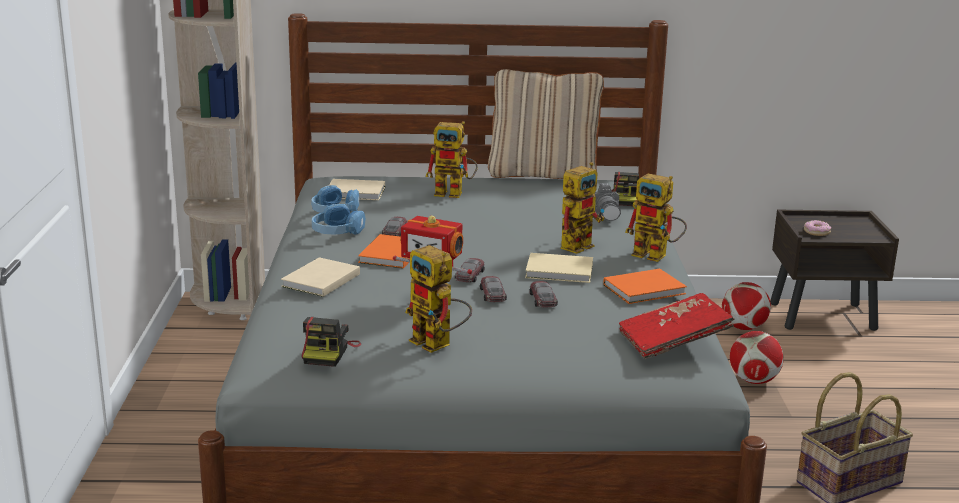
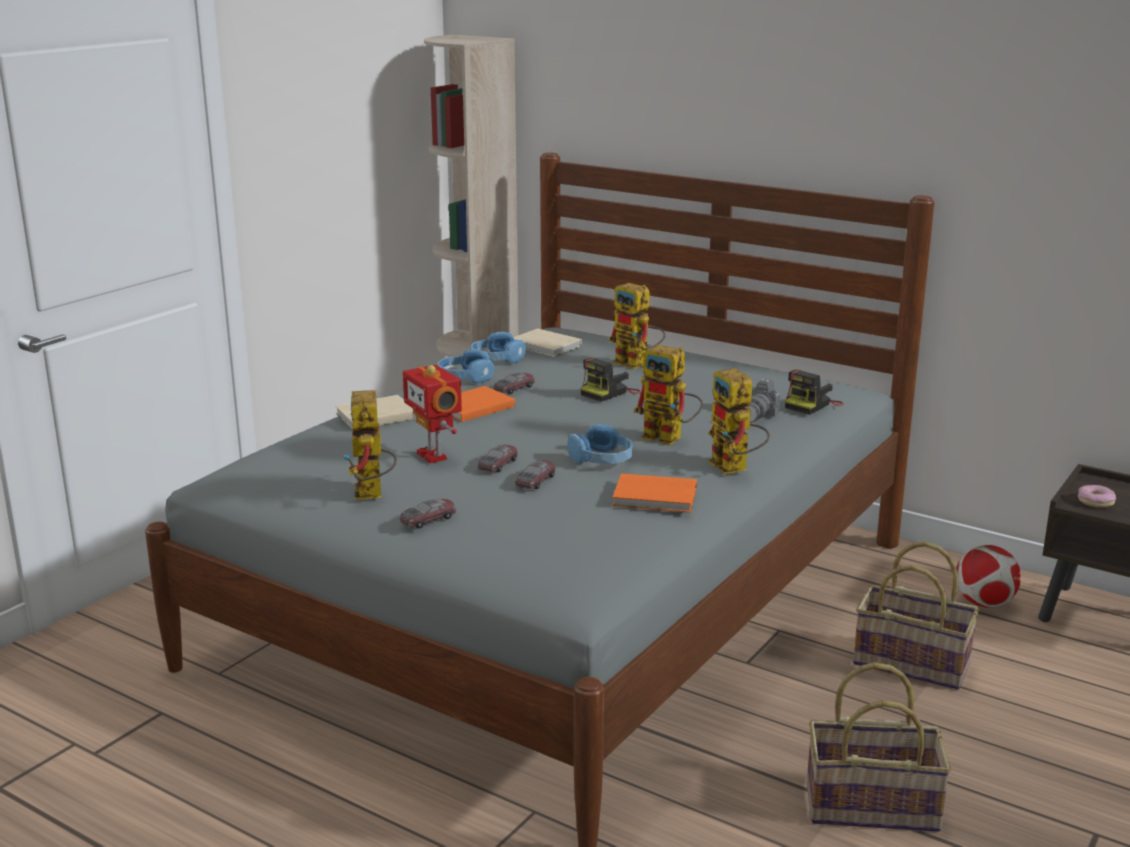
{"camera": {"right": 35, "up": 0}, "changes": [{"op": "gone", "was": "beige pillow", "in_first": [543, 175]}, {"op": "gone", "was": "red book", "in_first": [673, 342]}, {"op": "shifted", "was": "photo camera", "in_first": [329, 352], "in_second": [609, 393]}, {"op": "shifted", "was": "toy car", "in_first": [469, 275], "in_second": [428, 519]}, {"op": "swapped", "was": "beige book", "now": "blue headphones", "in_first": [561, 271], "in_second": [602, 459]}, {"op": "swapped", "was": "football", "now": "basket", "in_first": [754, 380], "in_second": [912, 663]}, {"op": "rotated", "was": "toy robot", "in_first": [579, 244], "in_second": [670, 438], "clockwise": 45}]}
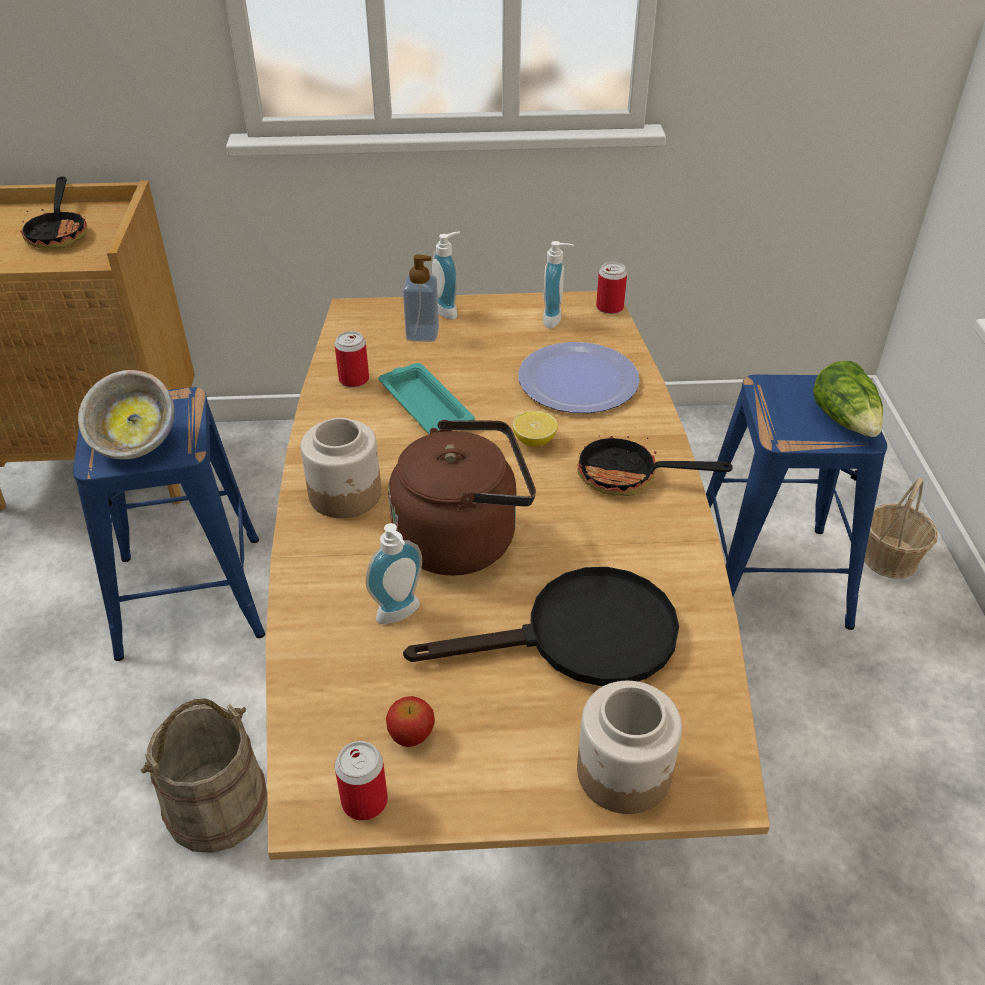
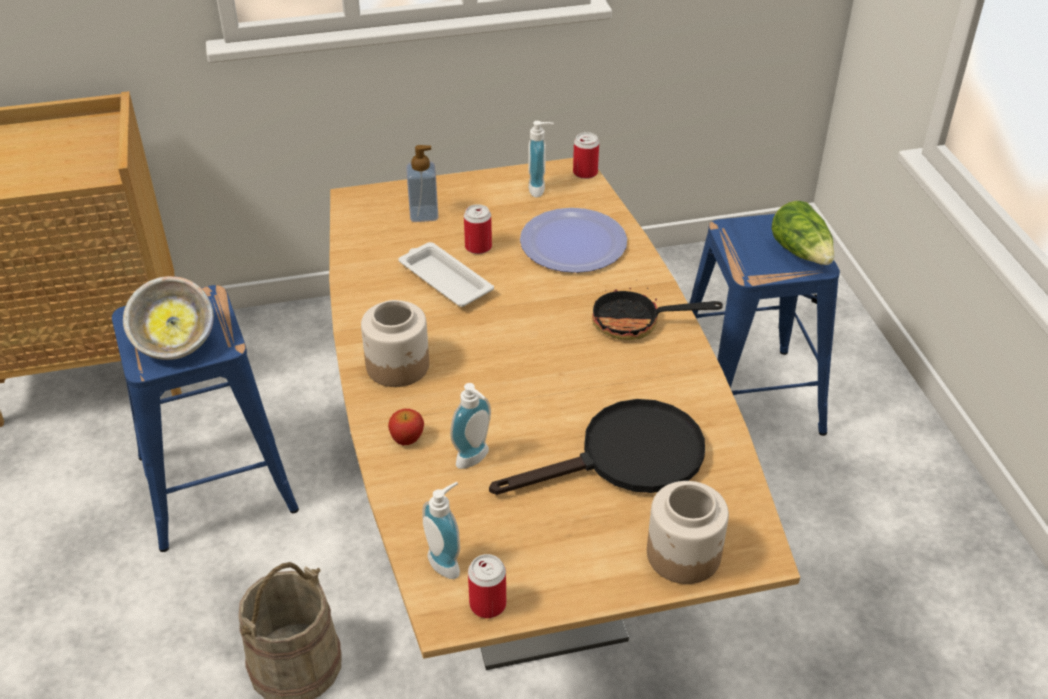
{"camera": {"right": -10, "up": 0}, "changes": [{"op": "gone", "was": "frying pan", "in_first": [59, 233]}, {"op": "gone", "was": "brown kettle", "in_first": [463, 538]}, {"op": "gone", "was": "lemon", "in_first": [534, 441]}, {"op": "gone", "was": "basket", "in_first": [890, 558]}, {"op": "shifted", "was": "can", "in_first": [354, 380], "in_second": [478, 247]}, {"op": "shifted", "was": "apple", "in_first": [411, 735], "in_second": [407, 438]}, {"op": "shifted", "was": "soap dispenser", "in_first": [449, 310], "in_second": [447, 562]}, {"op": "repainted", "was": "turquoise tray", "now": "white tray", "in_first": [424, 405], "in_second": [444, 279]}]}
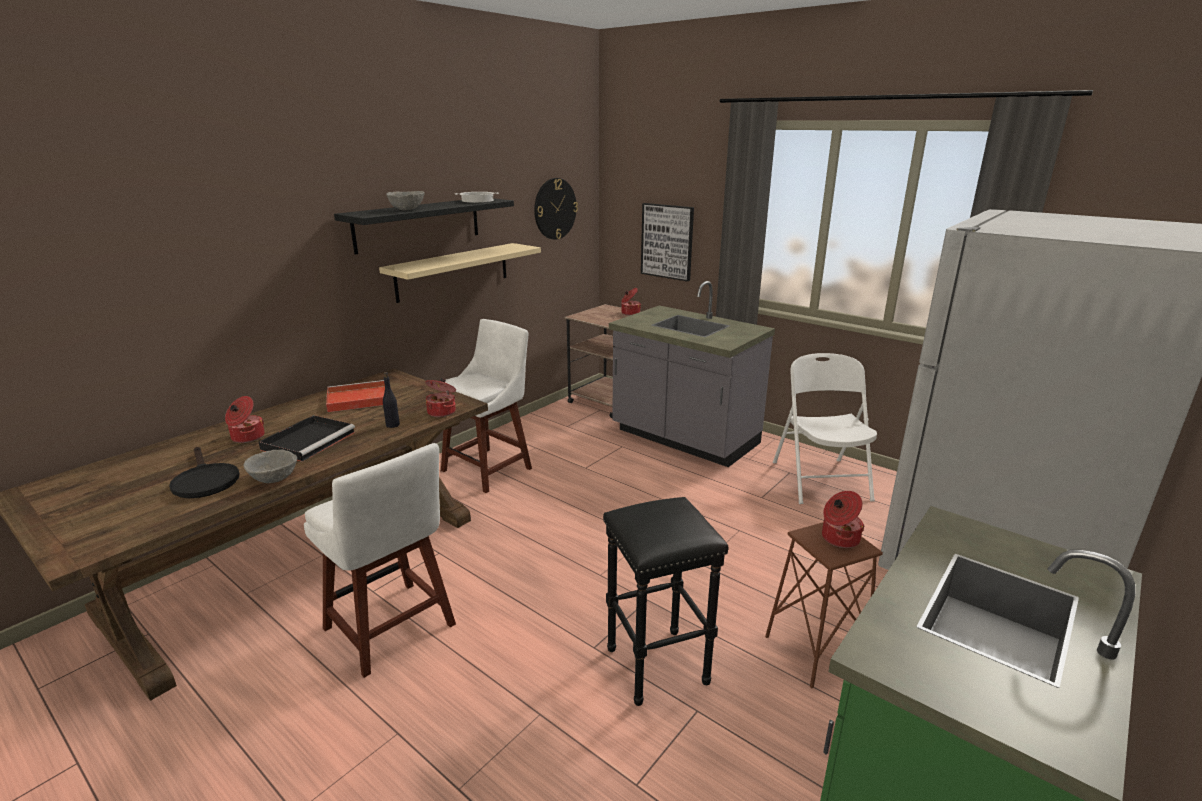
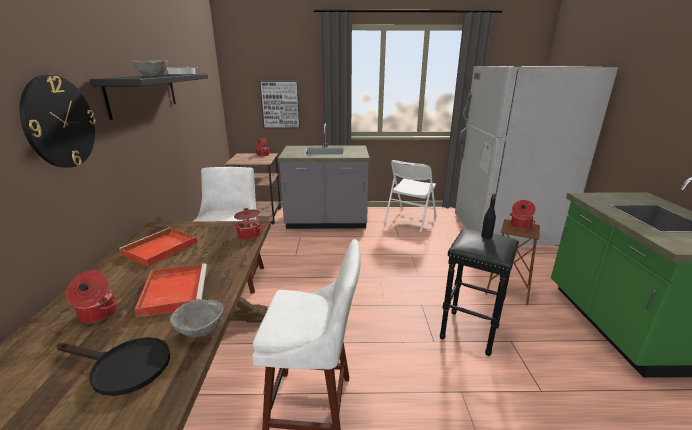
{"camera": {"right": -40, "up": 0}, "changes": [{"op": "gone", "was": "beige shelf", "in_first": [453, 271]}, {"op": "shifted", "was": "black bottle", "in_first": [392, 425], "in_second": [486, 236]}, {"op": "shifted", "was": "wall clock", "in_first": [555, 209], "in_second": [59, 122]}, {"op": "repainted", "was": "black tray", "now": "red tray", "in_first": [309, 440], "in_second": [174, 291]}, {"op": "rotated", "was": "white chair", "in_first": [821, 481], "in_second": [410, 220], "clockwise": -105}]}
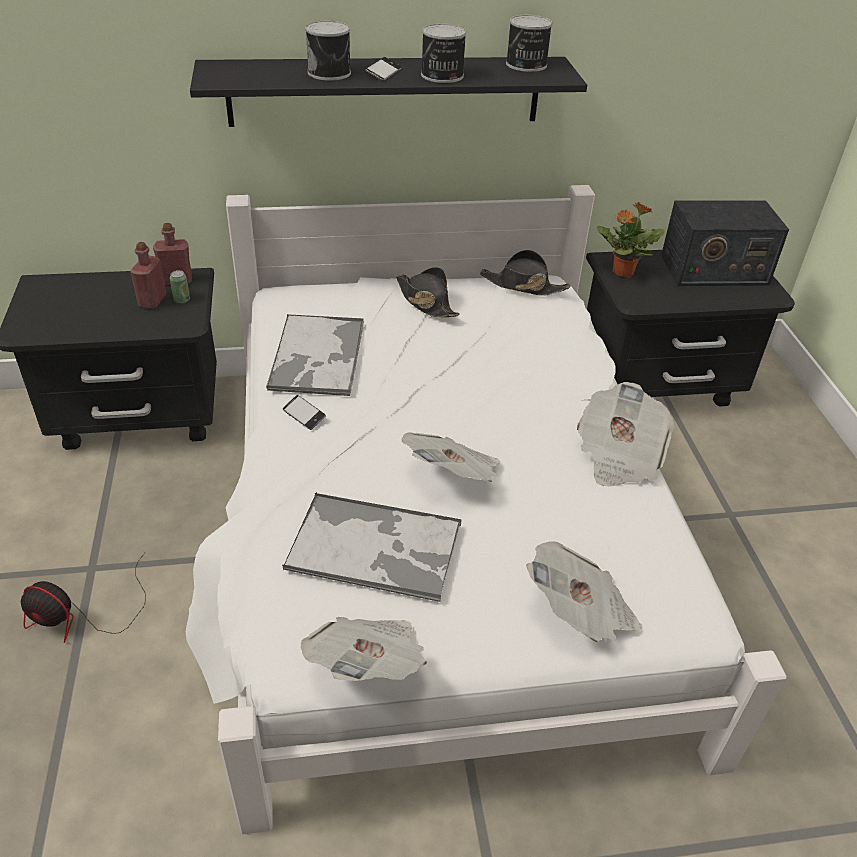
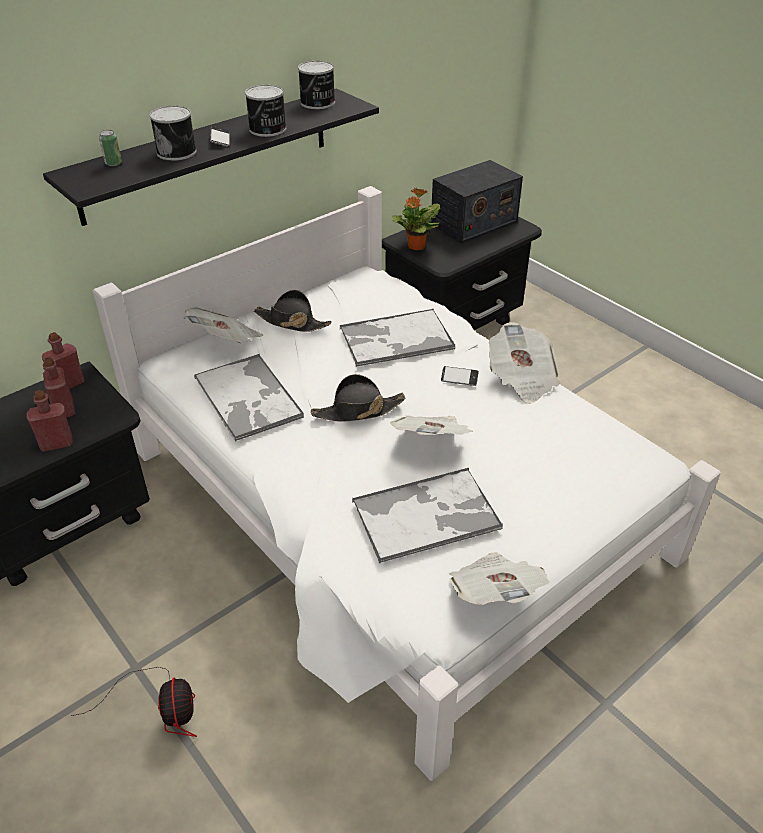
{"camera": {"right": -30, "up": 0}, "changes": [{"op": "new", "now": "red bottle", "in_second": [56, 444]}, {"op": "new", "now": "tray", "in_second": [395, 339]}, {"op": "shifted", "was": "can", "in_first": [182, 300], "in_second": [113, 163]}, {"op": "shifted", "was": "phone", "in_first": [304, 415], "in_second": [459, 378]}, {"op": "shifted", "was": "black hat", "in_first": [523, 285], "in_second": [358, 410]}, {"op": "shifted", "was": "newspaper", "in_first": [580, 613], "in_second": [226, 341]}, {"op": "rotated", "was": "fan", "in_first": [81, 616], "in_second": [163, 708], "clockwise": -90}]}
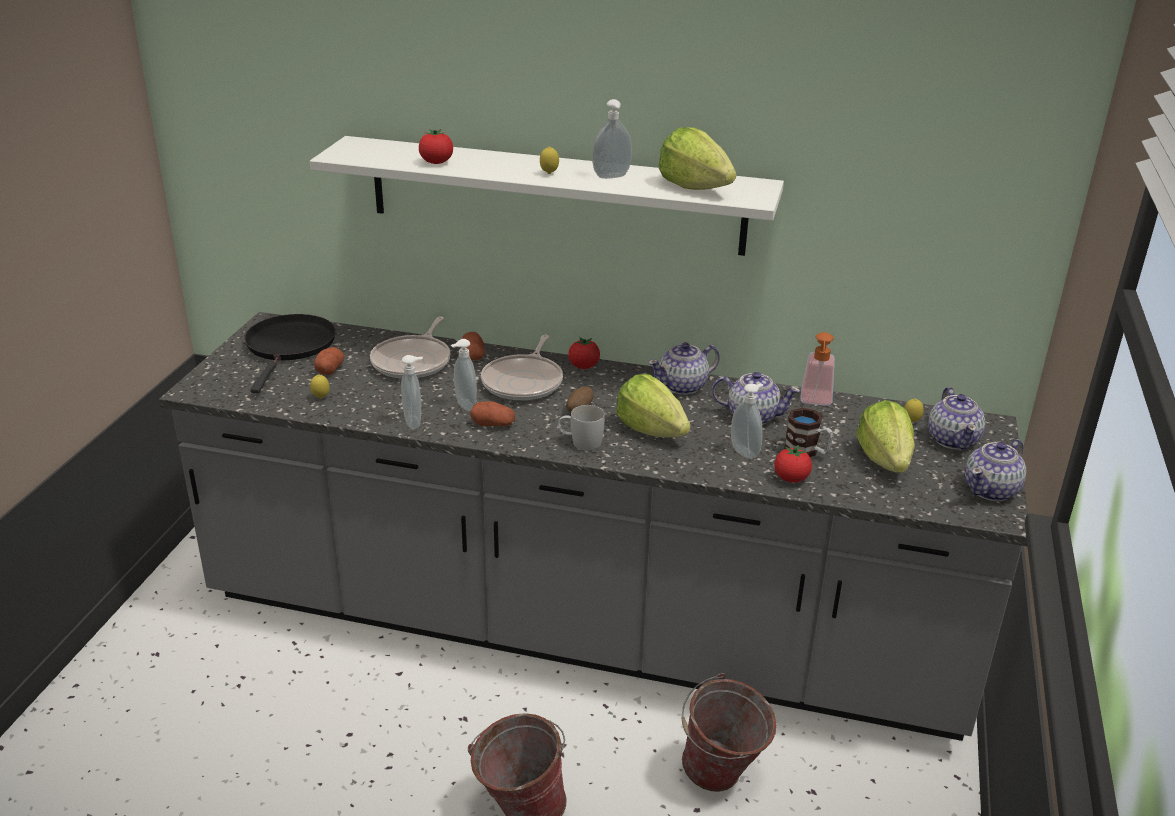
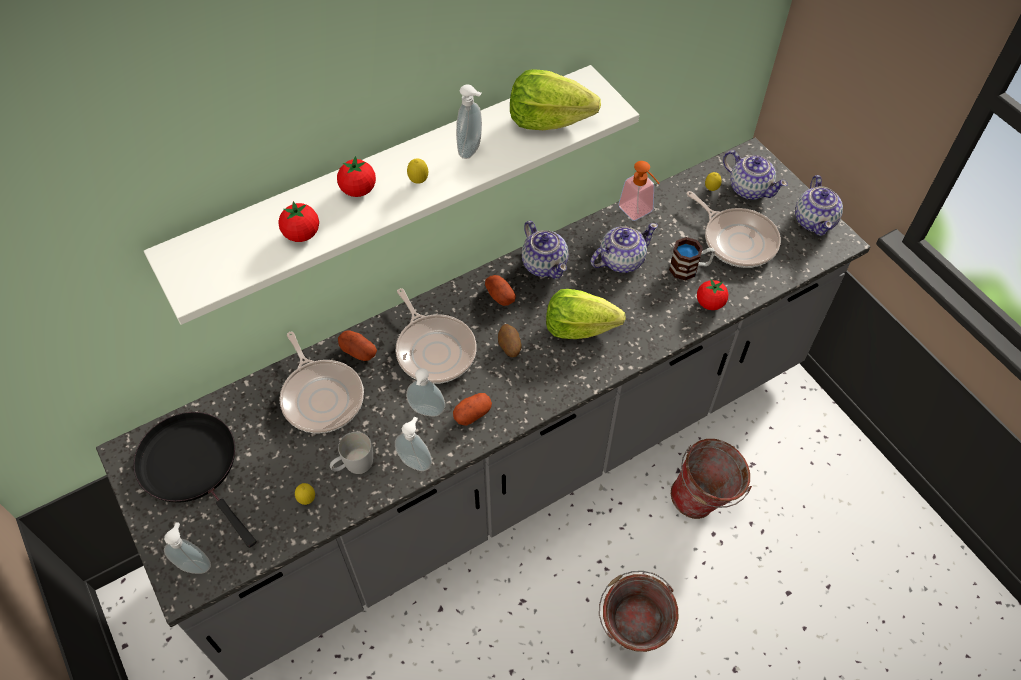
{"camera": {"right": -45, "up": 25}, "changes": [{"op": "shifted", "was": "potato", "in_first": [330, 369], "in_second": [500, 296]}, {"op": "shifted", "was": "white mug", "in_first": [580, 442], "in_second": [353, 465]}, {"op": "shifted", "was": "tomato", "in_first": [583, 366], "in_second": [358, 190]}, {"op": "shifted", "was": "soap dispenser", "in_first": [746, 452], "in_second": [195, 564]}, {"op": "swapped", "was": "lettuce", "now": "frying pan", "in_first": [885, 460], "in_second": [737, 240]}, {"op": "rotated", "was": "teapot", "in_first": [683, 386], "in_second": [544, 264], "clockwise": -45}]}
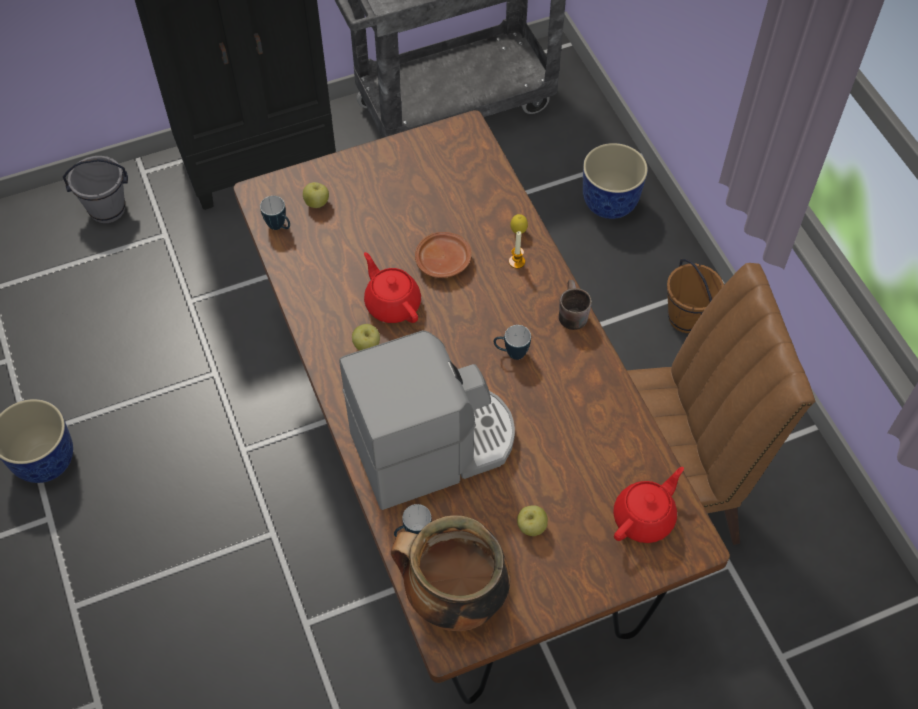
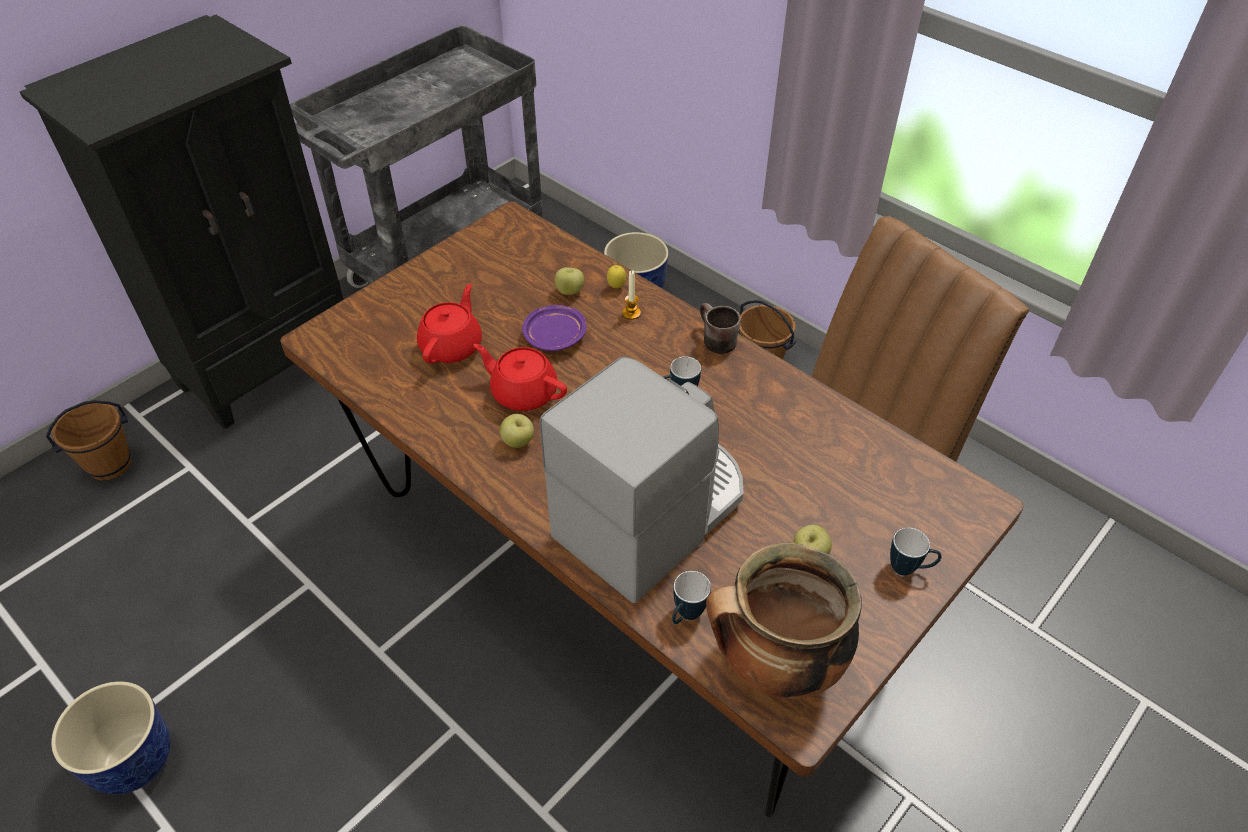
{"camera": {"right": -25, "up": -10}, "changes": [{"op": "shifted", "was": "mug", "in_first": [279, 227], "in_second": [909, 569]}, {"op": "shifted", "was": "apple", "in_first": [317, 203], "in_second": [570, 291]}, {"op": "shifted", "was": "red teapot", "in_first": [644, 517], "in_second": [452, 346]}, {"op": "repainted", "was": "grey bucket", "now": "brown bucket", "in_first": [107, 209], "in_second": [110, 464]}, {"op": "repainted", "was": "brown plate", "now": "purple plate", "in_first": [443, 261], "in_second": [555, 336]}]}
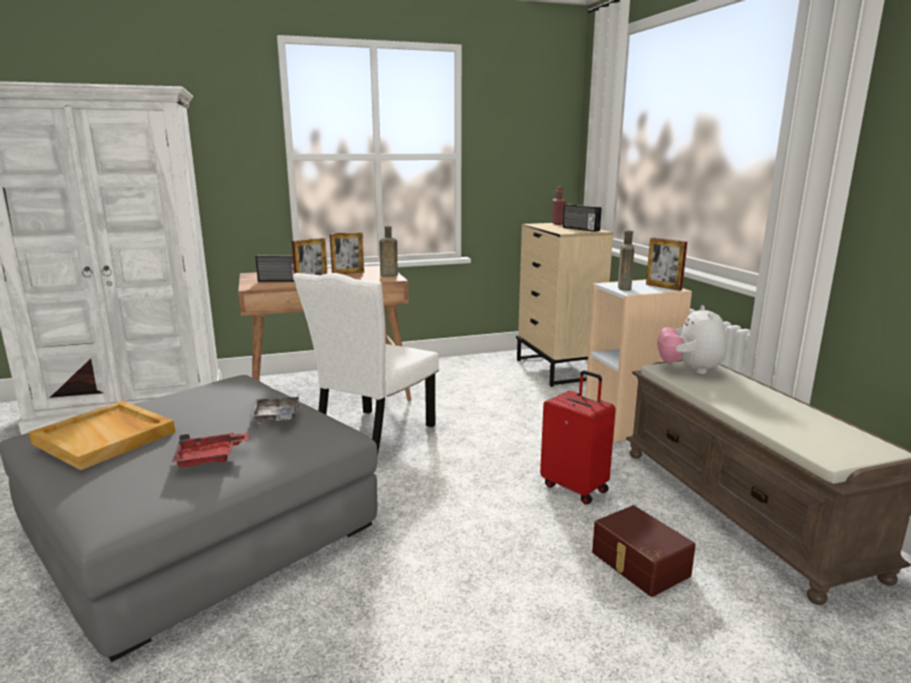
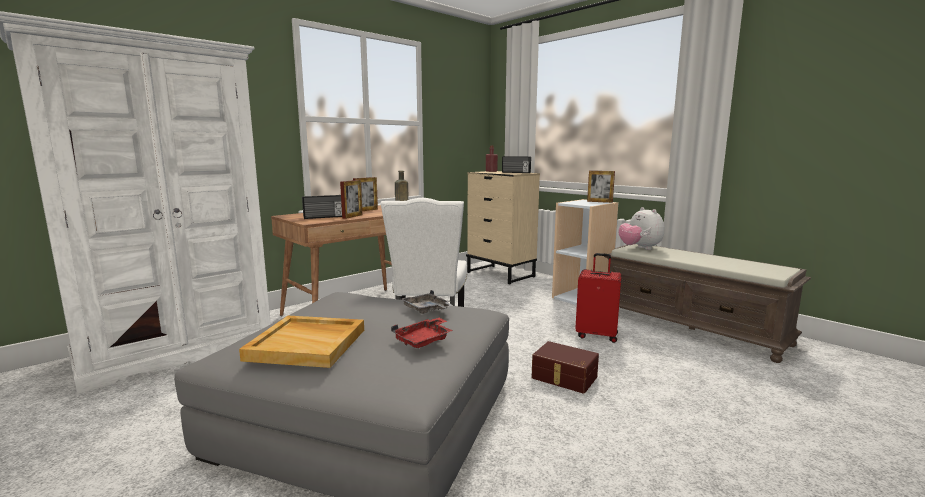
{"camera": {"right": -25, "up": -5}, "changes": [{"op": "gone", "was": "brown bottle", "in_first": [624, 288]}, {"op": "shifted", "was": "brown storage box", "in_first": [638, 564], "in_second": [564, 378]}]}
